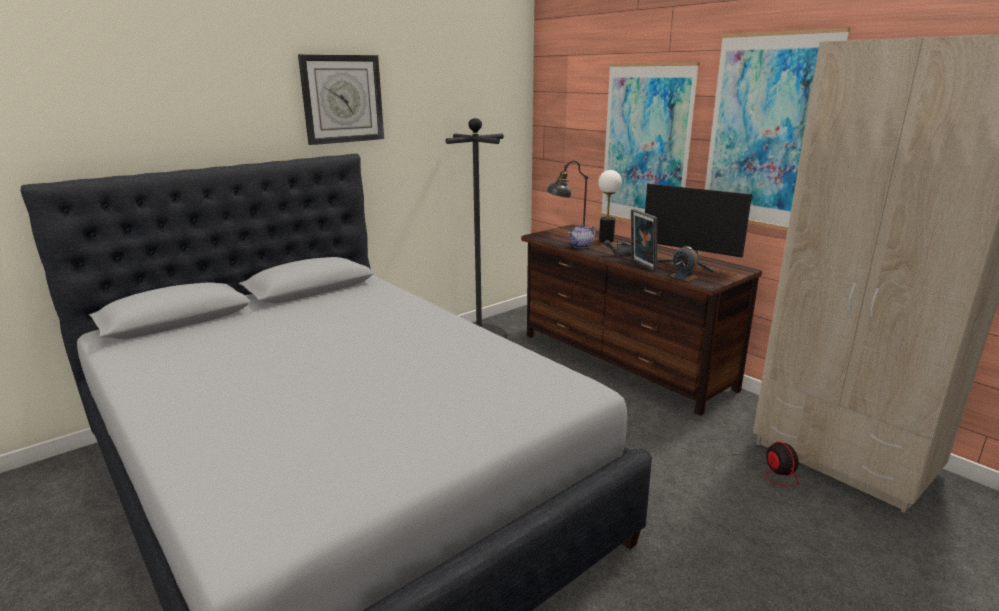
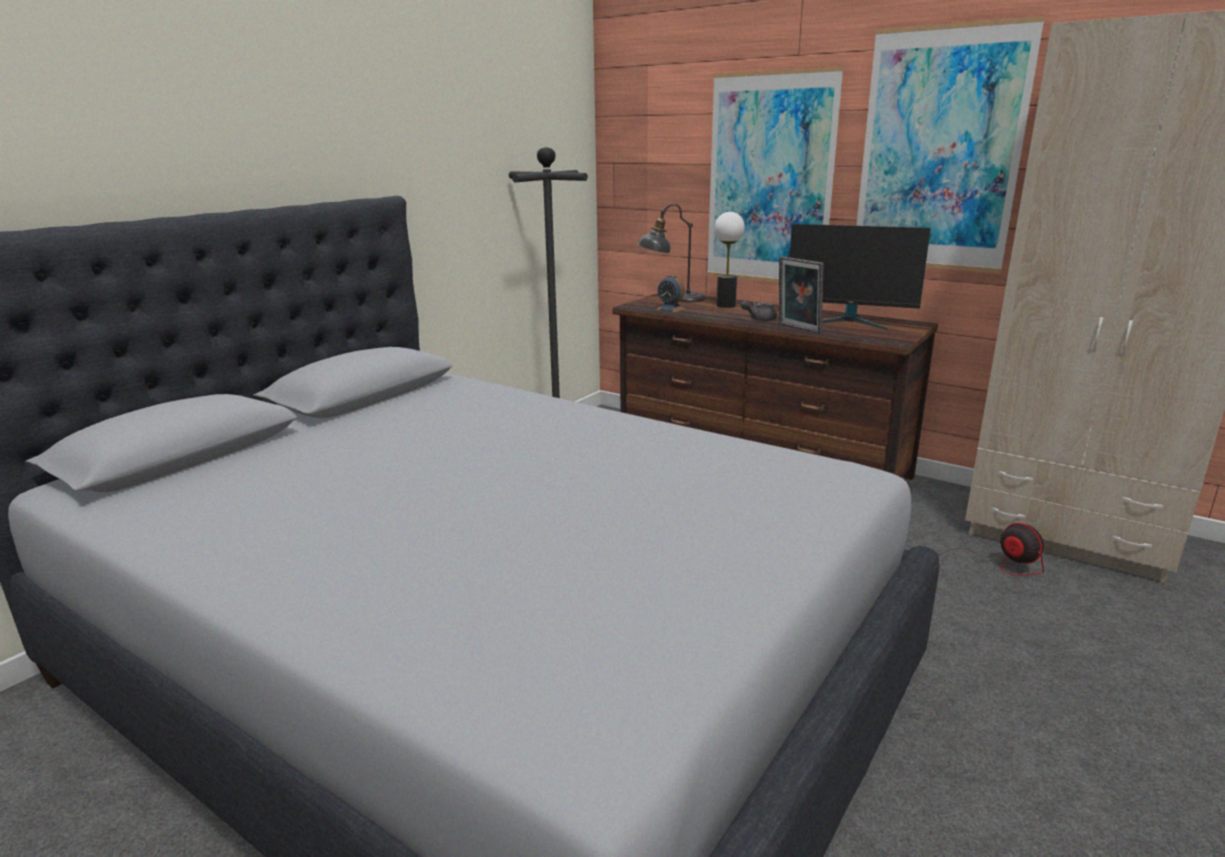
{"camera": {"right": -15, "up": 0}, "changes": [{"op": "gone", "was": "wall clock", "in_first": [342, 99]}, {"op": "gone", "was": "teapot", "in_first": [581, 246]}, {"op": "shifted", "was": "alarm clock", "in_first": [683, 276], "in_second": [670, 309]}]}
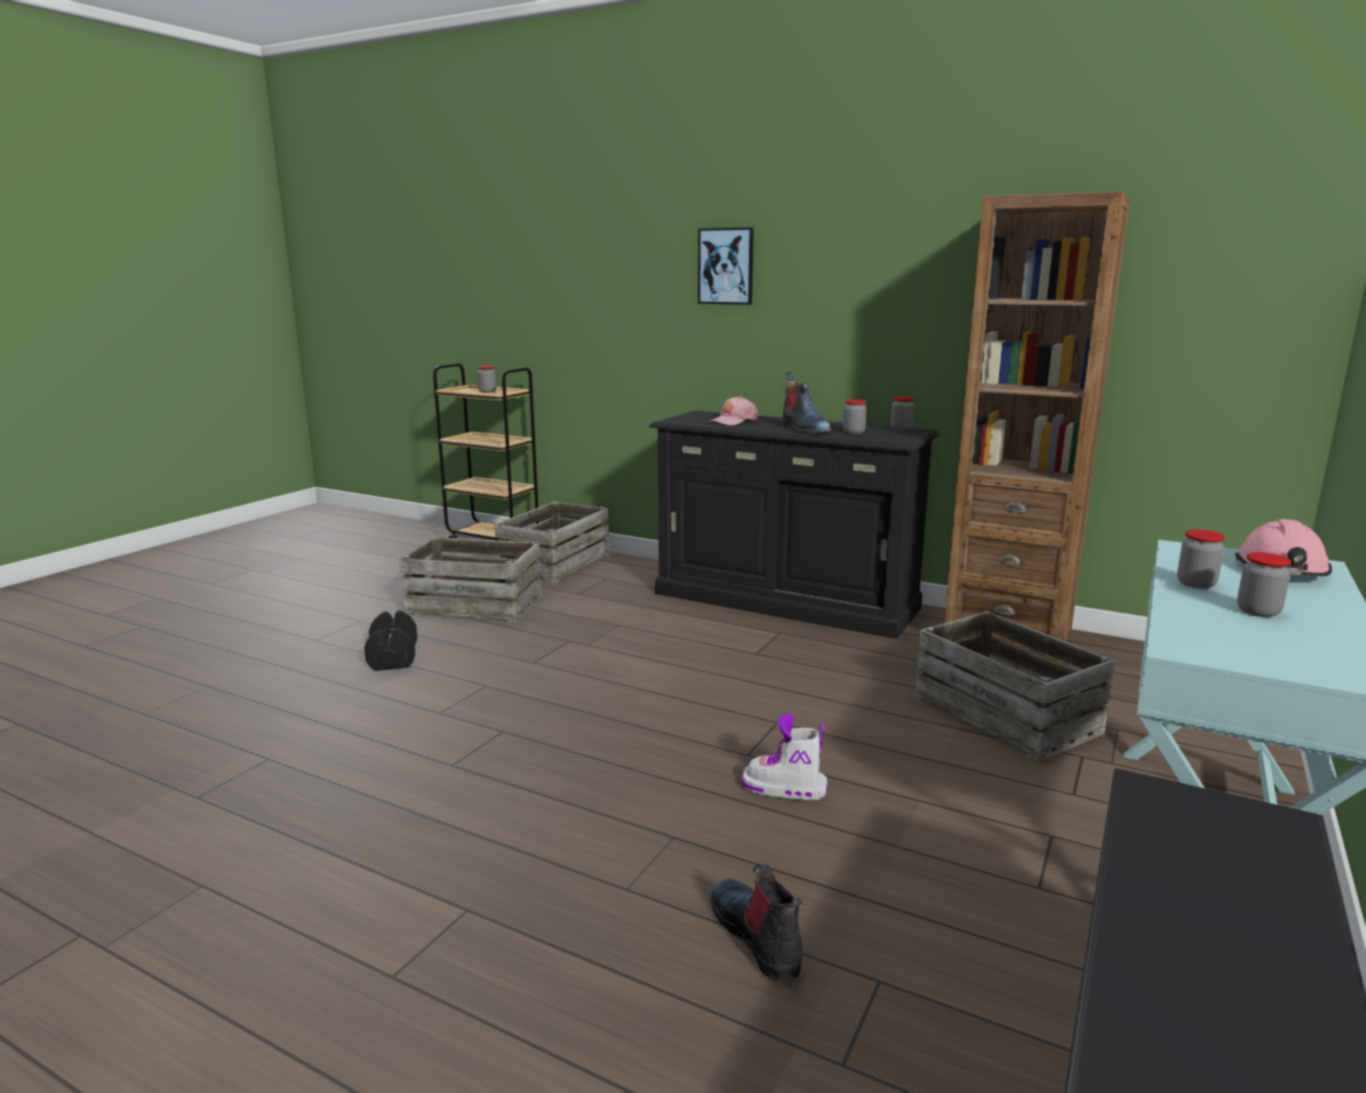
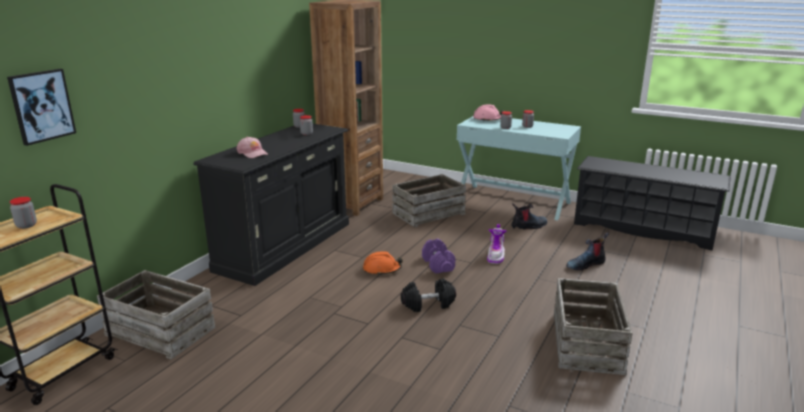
{"camera": {"right": -90, "up": 5}, "changes": [{"op": "new", "now": "orange hard hat", "in_second": [382, 269]}, {"op": "new", "now": "purple dumbbell", "in_second": [437, 265]}, {"op": "shifted", "was": "black dumbbell", "in_first": [393, 657], "in_second": [428, 304]}, {"op": "shifted", "was": "crate", "in_first": [475, 605], "in_second": [585, 343]}, {"op": "shifted", "was": "picture", "in_first": [726, 266], "in_second": [41, 106]}, {"op": "shifted", "was": "boot", "in_first": [803, 429], "in_second": [529, 226]}]}
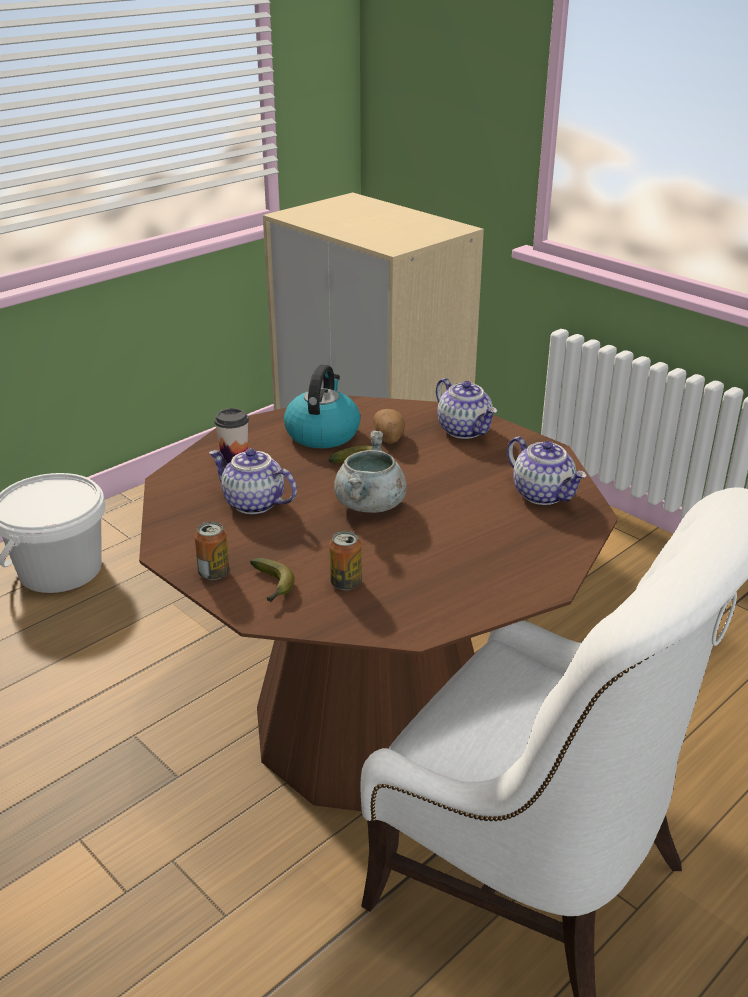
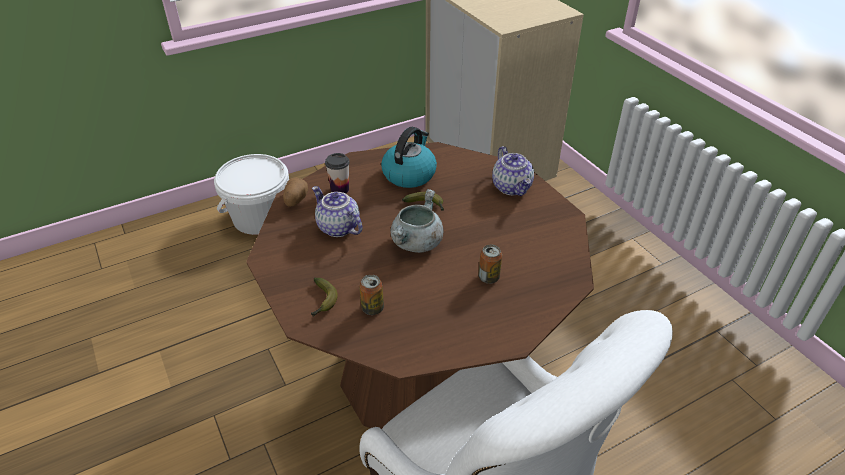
{"camera": {"right": 15, "up": 10}, "changes": [{"op": "gone", "was": "teapot", "in_first": [543, 494]}, {"op": "shifted", "was": "can", "in_first": [214, 573], "in_second": [488, 277]}, {"op": "shifted", "was": "potato", "in_first": [389, 438], "in_second": [295, 200]}]}
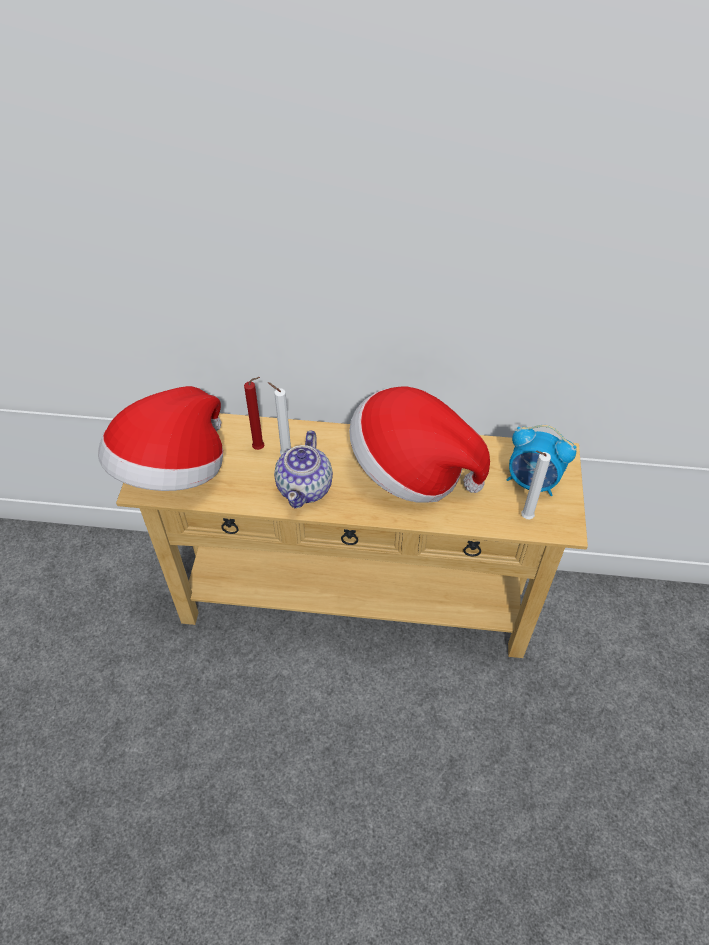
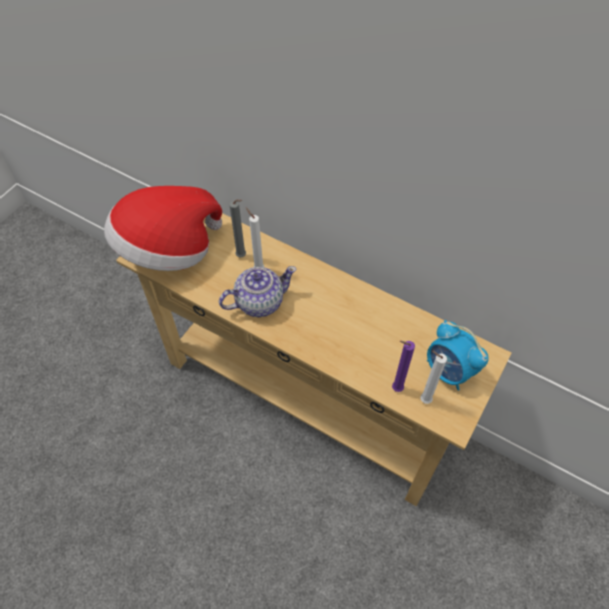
{"camera": {"right": 25, "up": 5}, "changes": [{"op": "gone", "was": "hat", "in_first": [411, 469]}, {"op": "new", "now": "purple candle", "in_second": [395, 388]}, {"op": "repainted", "was": "red candle", "now": "grey candle", "in_first": [260, 448], "in_second": [242, 256]}, {"op": "rotated", "was": "teapot", "in_first": [305, 487], "in_second": [258, 302], "clockwise": -150}]}
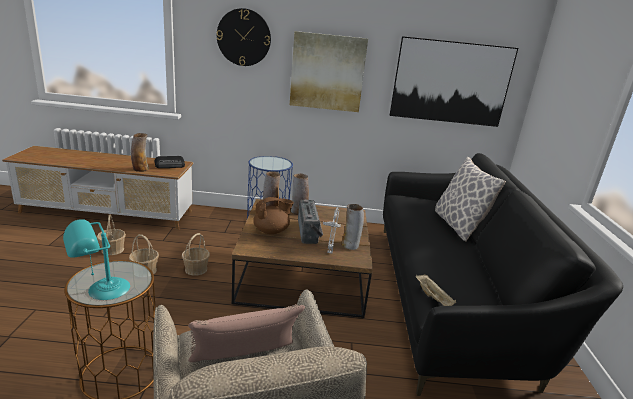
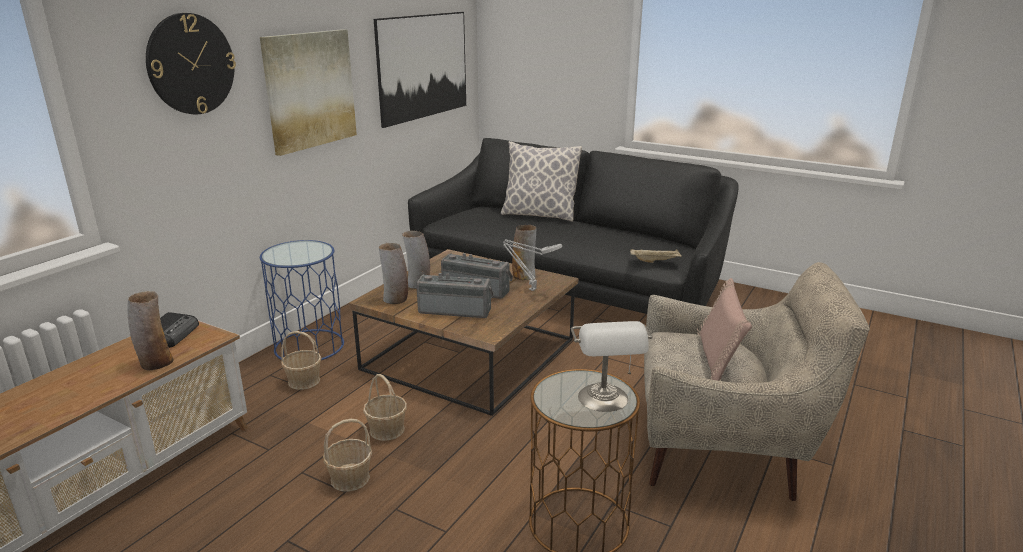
{"camera": {"right": -60, "up": 0}, "changes": [{"op": "shifted", "was": "basket", "in_first": [113, 249], "in_second": [304, 381]}, {"op": "swapped", "was": "brown teapot", "now": "radio", "in_first": [271, 231], "in_second": [455, 310]}, {"op": "repainted", "was": "turquoise table lamp", "now": "white table lamp", "in_first": [100, 291], "in_second": [606, 403]}]}
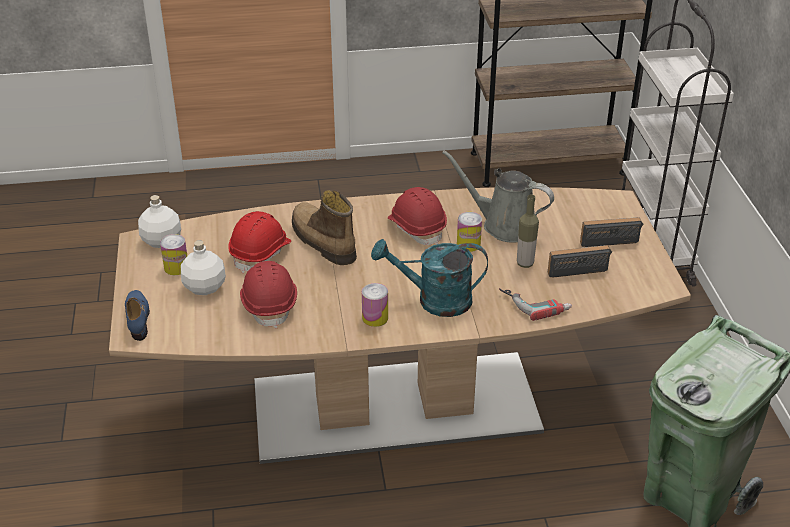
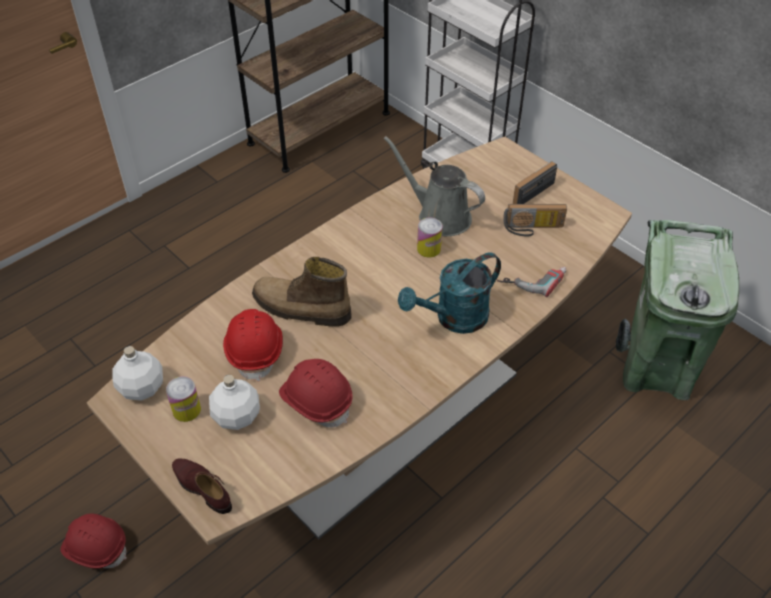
{"camera": {"right": -35, "up": 10}, "changes": [{"op": "gone", "was": "can", "in_first": [375, 318]}, {"op": "gone", "was": "bottle", "in_first": [525, 263]}, {"op": "shifted", "was": "red hard hat", "in_first": [417, 227], "in_second": [95, 547]}, {"op": "repainted", "was": "blue shoe", "now": "brown shoe", "in_first": [138, 318], "in_second": [202, 488]}, {"op": "rotated", "was": "grey watering can", "in_first": [504, 225], "in_second": [439, 216], "clockwise": 45}, {"op": "rotated", "was": "radio", "in_first": [577, 268], "in_second": [532, 229], "clockwise": -135}]}
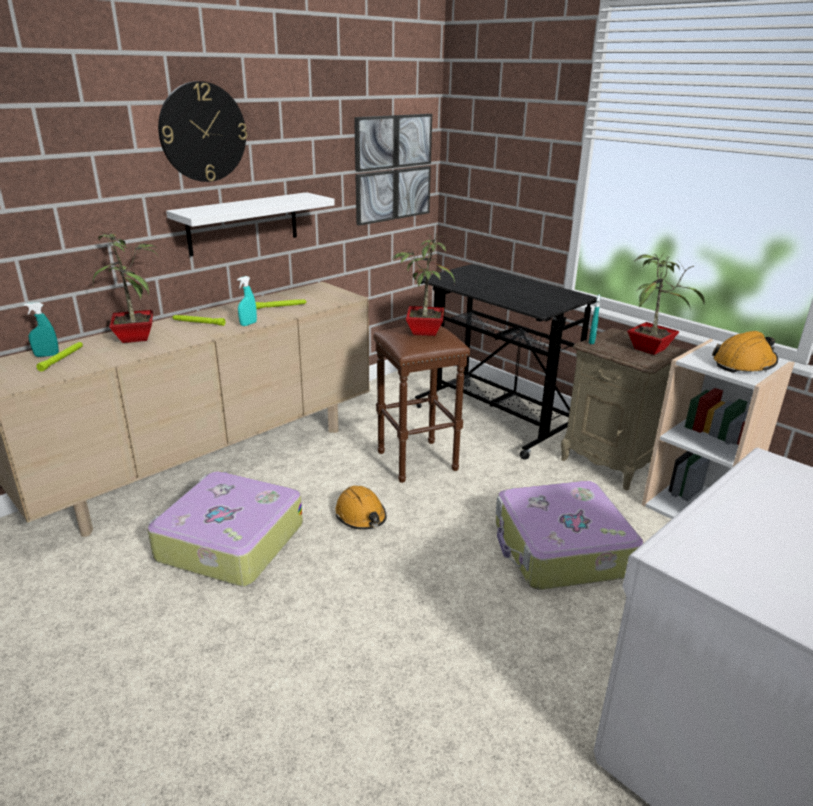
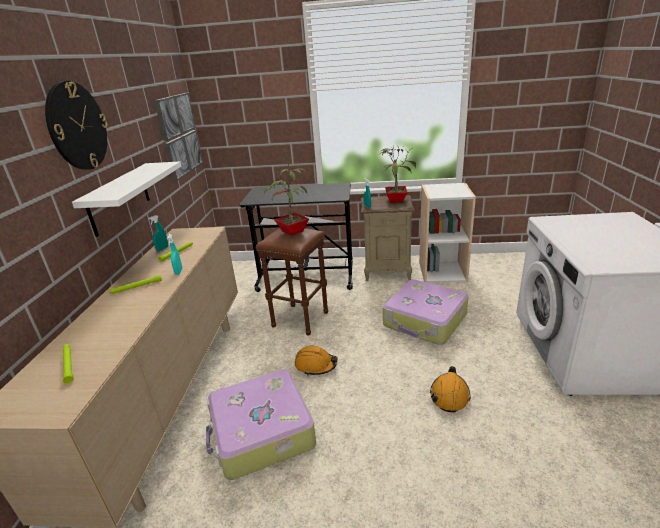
{"camera": {"right": -40, "up": 0}, "changes": [{"op": "gone", "was": "potted plant", "in_first": [137, 338]}, {"op": "shifted", "was": "turquoise spray bottle", "in_first": [47, 355], "in_second": [162, 249]}, {"op": "shifted", "was": "orange hard hat", "in_first": [744, 364], "in_second": [449, 395]}]}
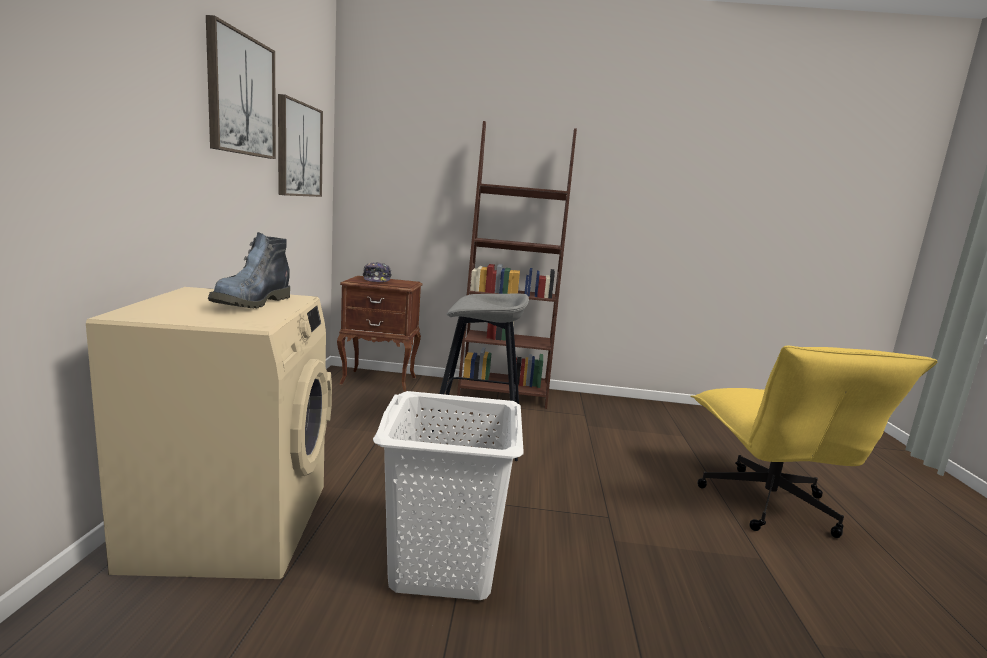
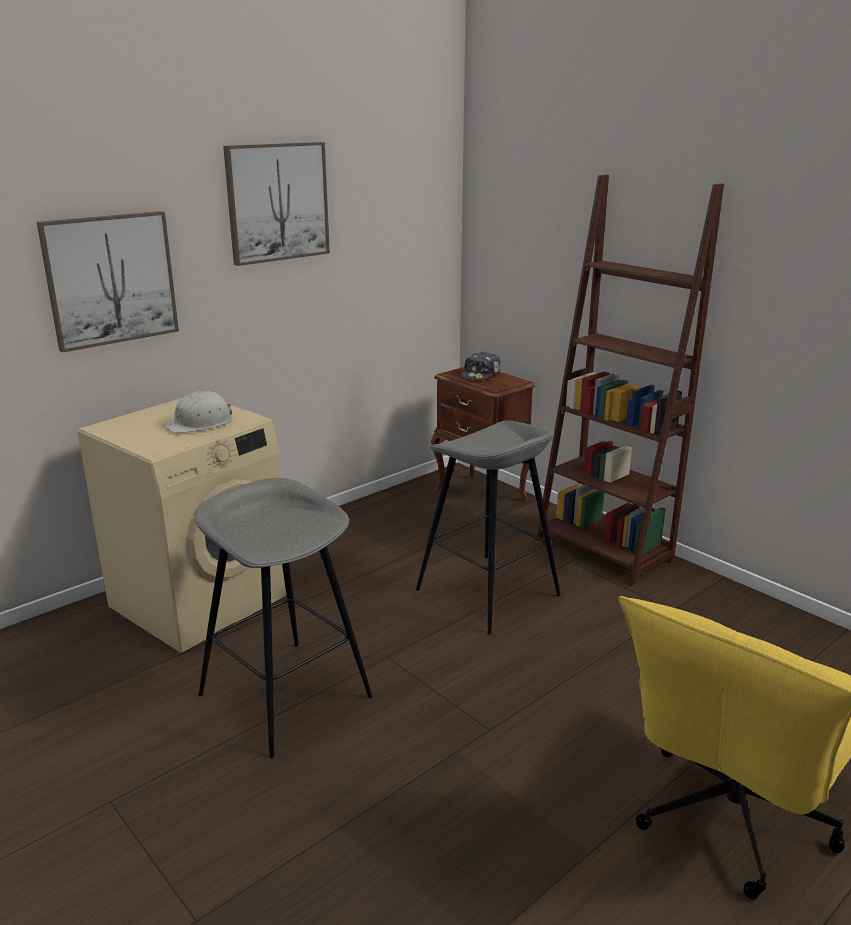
{"camera": {"right": 45, "up": 10}, "changes": [{"op": "shifted", "was": "picture", "in_first": [298, 150], "in_second": [110, 279]}, {"op": "swapped", "was": "boot", "now": "white hard hat", "in_first": [252, 303], "in_second": [200, 423]}, {"op": "swapped", "was": "white laundry basket", "now": "grey stool", "in_first": [442, 564], "in_second": [285, 695]}]}
